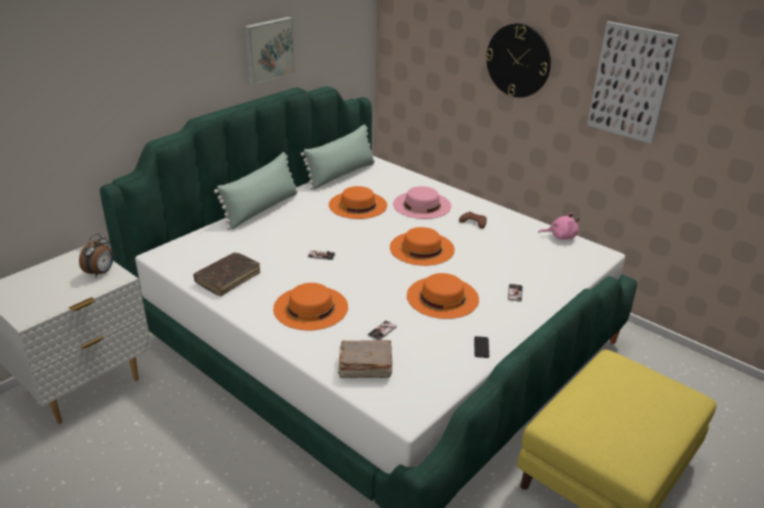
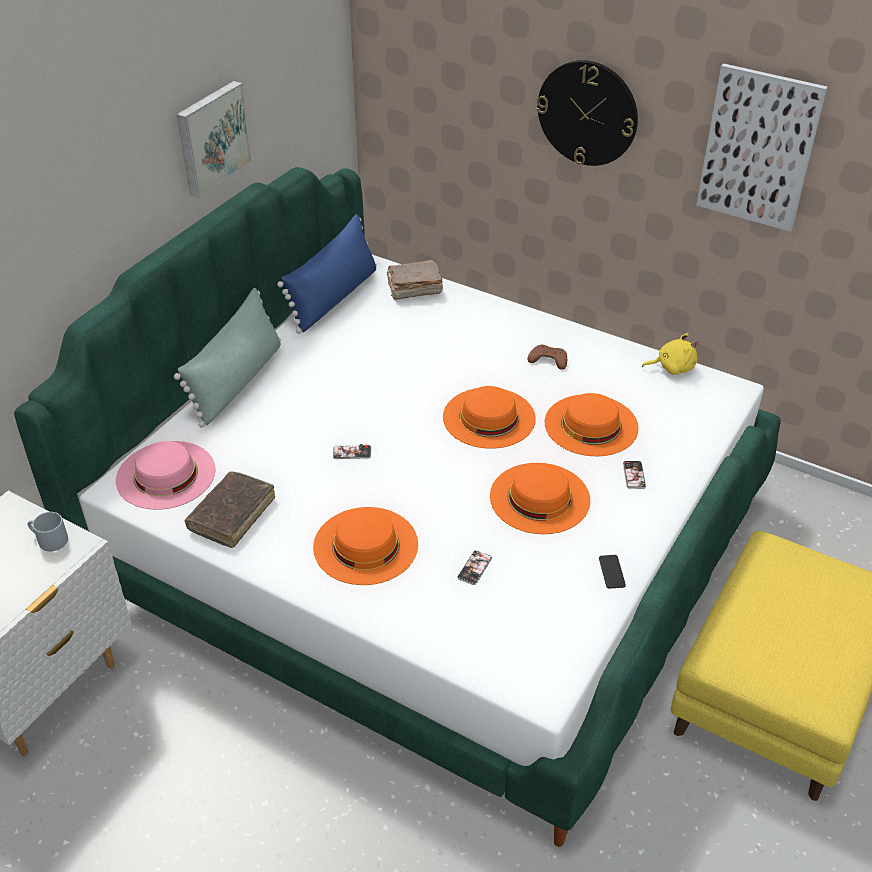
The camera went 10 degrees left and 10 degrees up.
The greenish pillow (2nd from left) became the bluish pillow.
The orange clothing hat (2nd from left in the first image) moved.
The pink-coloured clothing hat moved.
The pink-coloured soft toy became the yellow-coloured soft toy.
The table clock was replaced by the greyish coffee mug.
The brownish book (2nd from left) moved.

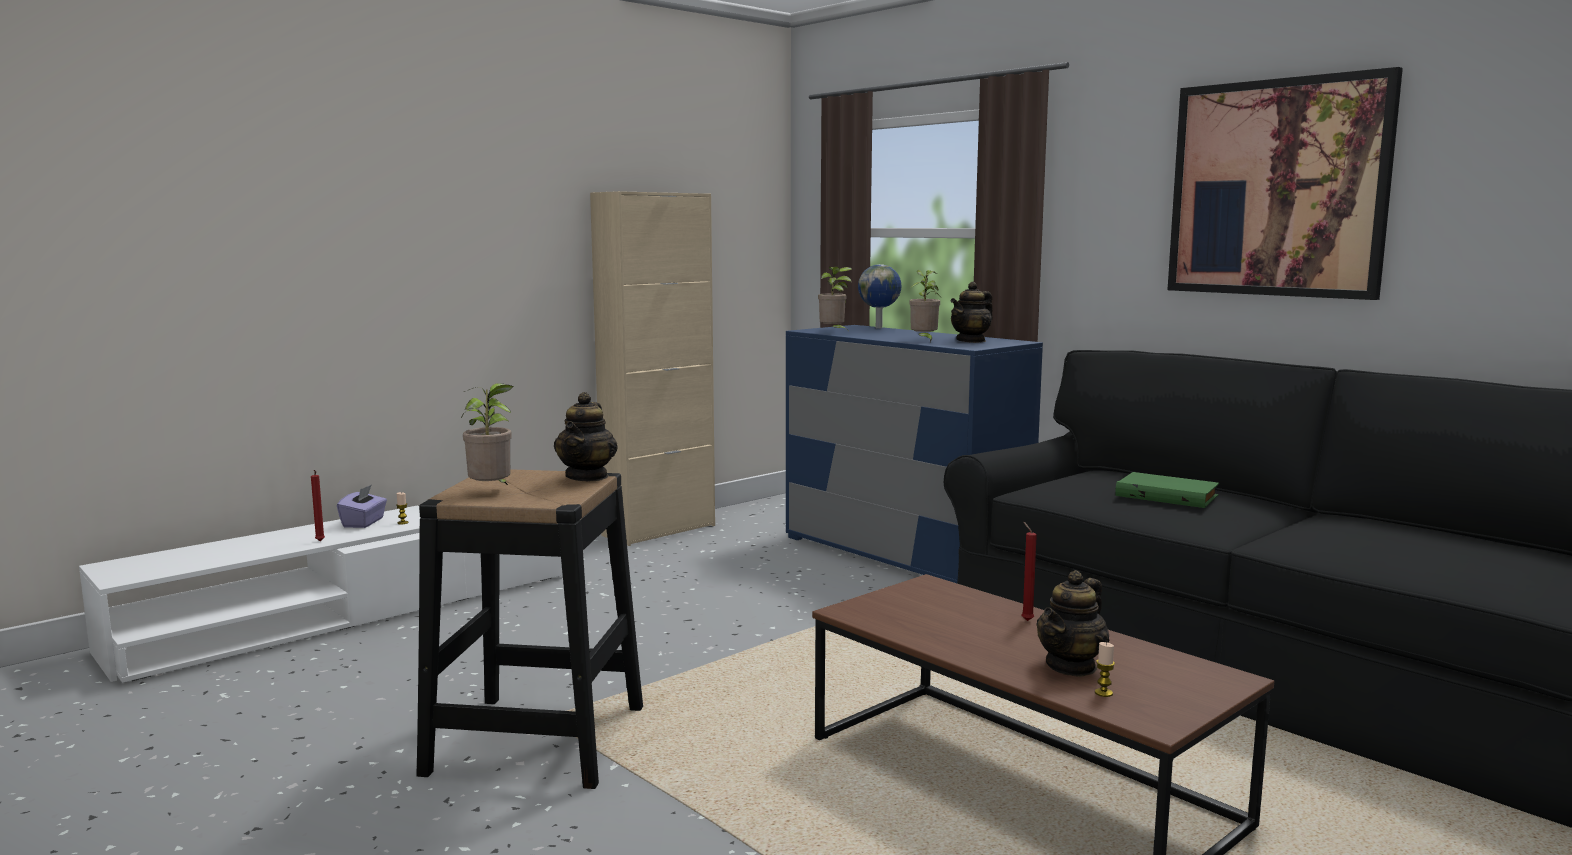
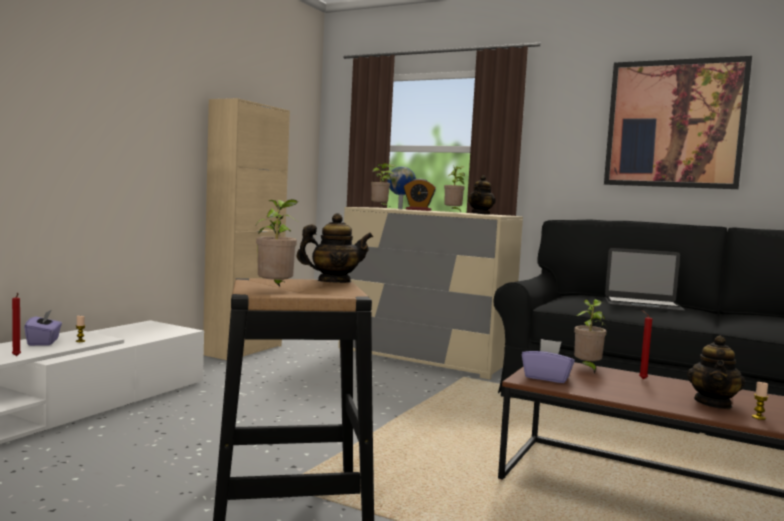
The camera went 20 degrees left and 5 degrees down.
The bluish drawer chest became the sand-coloured drawer chest.
The teapot (1st from left) turned 90 degrees counterclockwise.
The greenish book was replaced by the portable computer.
The table clock appeared.
The plant in a pot (4th from left) appeared.
The purple-coloured box of tissues (2nd from left) appeared.

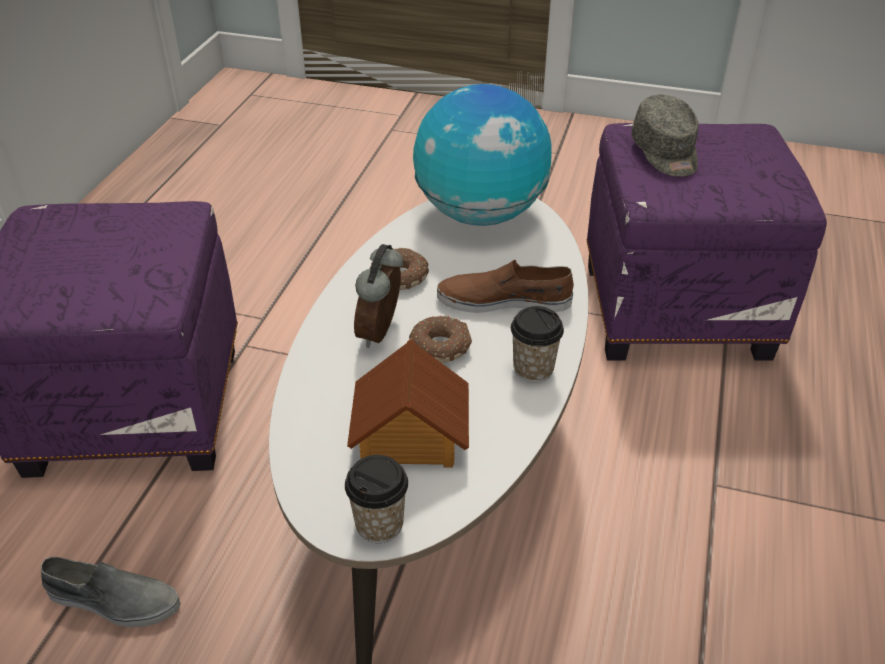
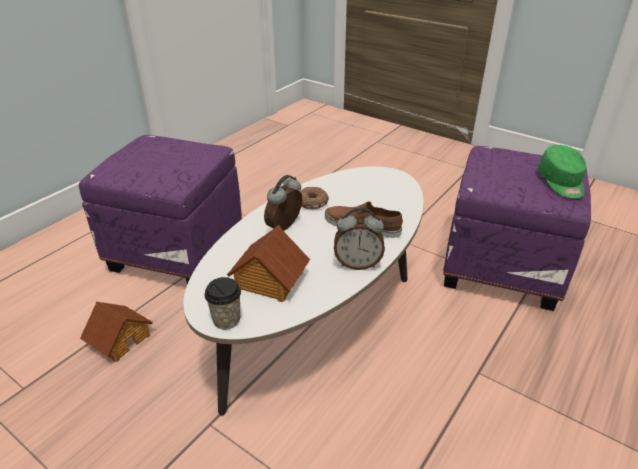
The camera went 20 degrees right and 5 degrees down.
The globe disappeared.
The greyish cap disappeared.
The cup (2nd from left) was replaced by the table clock (2nd from left).
The donut (2nd from left) disappeared.
The greyish item of footwear was replaced by the toy house (1st from left).
The greenish cap appeared.

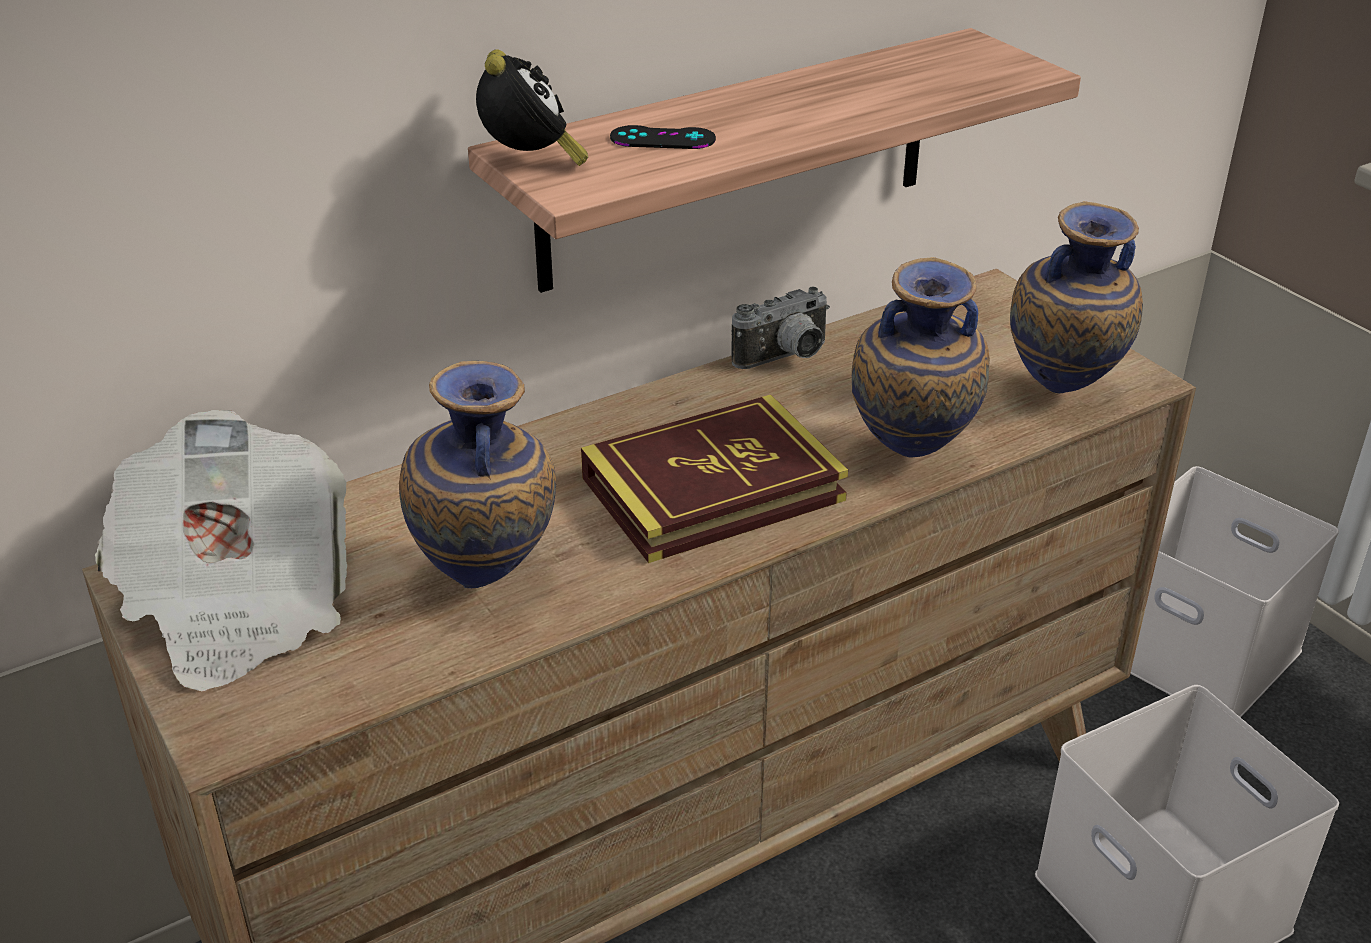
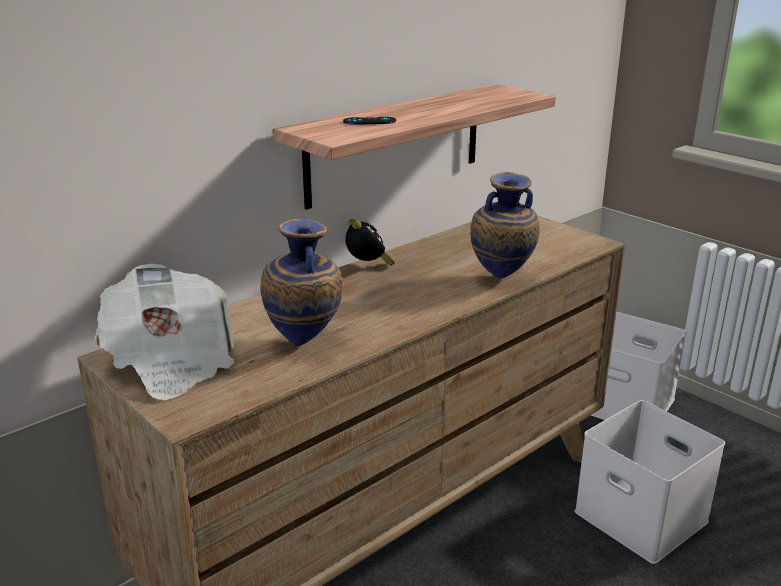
The camera went 10 degrees left and 10 degrees down.
The table clock moved.
The flower vase (3rd from left) disappeared.
The photo camera disappeared.
The book disappeared.

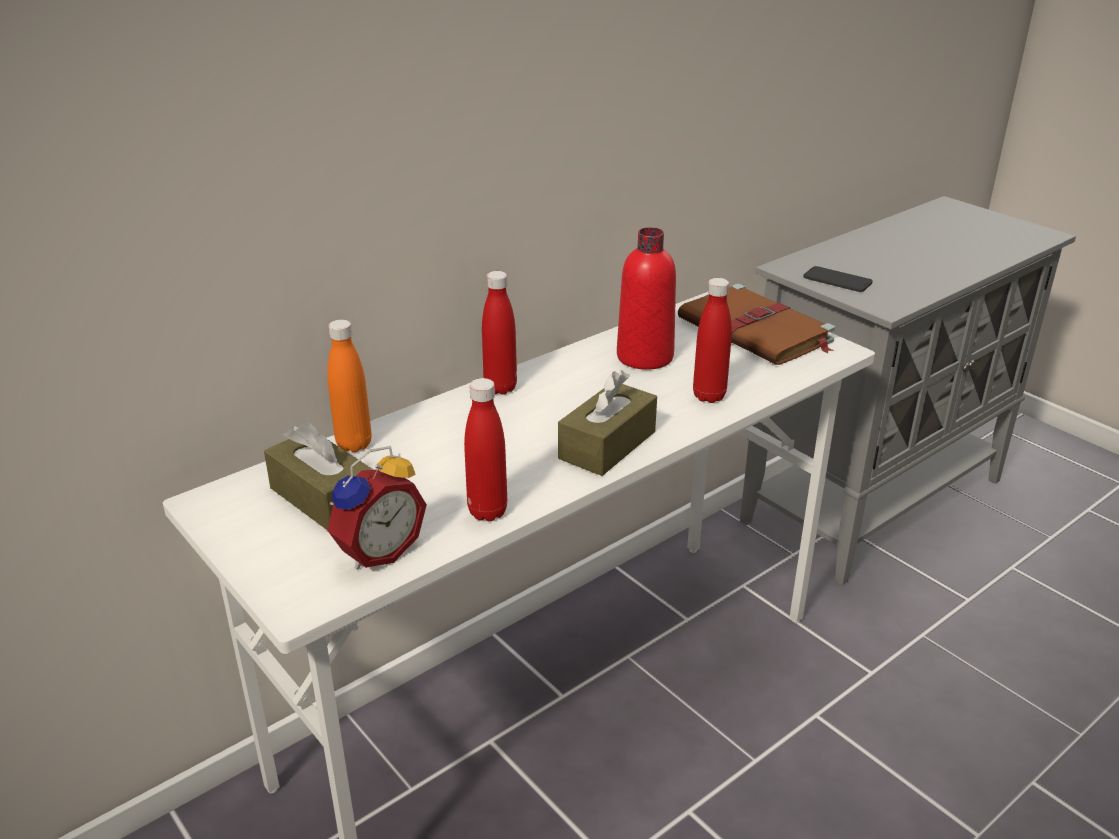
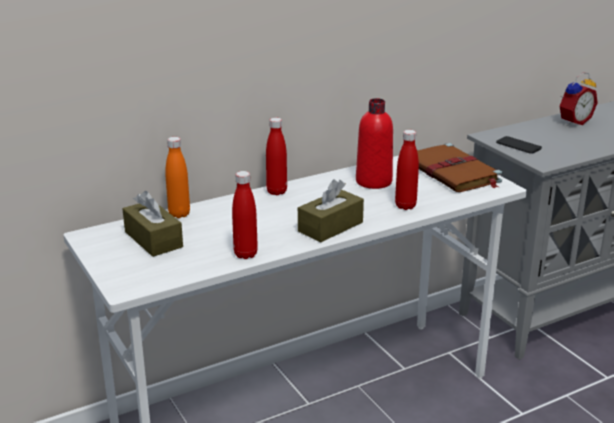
The camera went 10 degrees right and 5 degrees down.
The table clock moved.

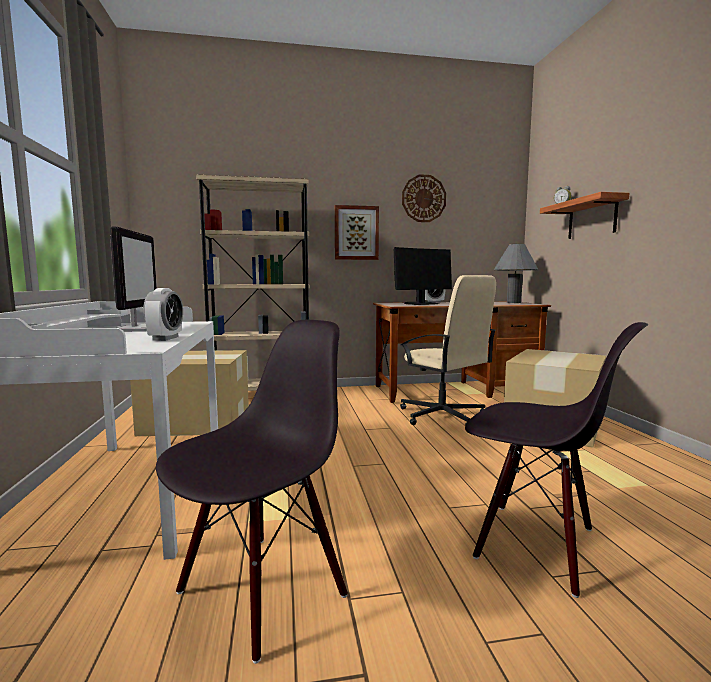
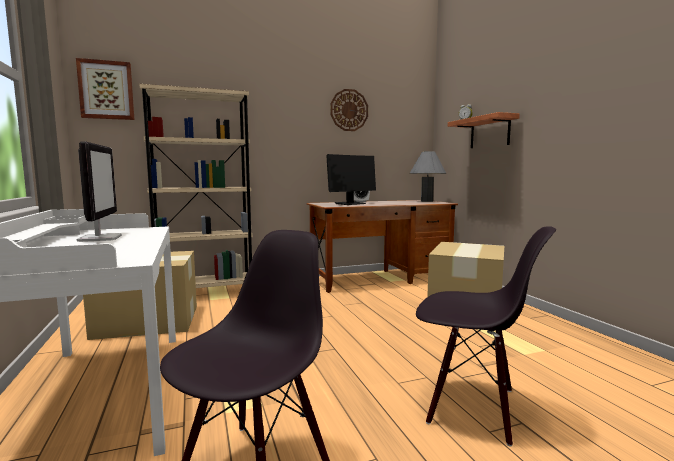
The camera went 10 degrees left and 0 degrees up.
The picture moved.
The sand-coloured computer chair disappeared.
The table clock (1st from left) disappeared.

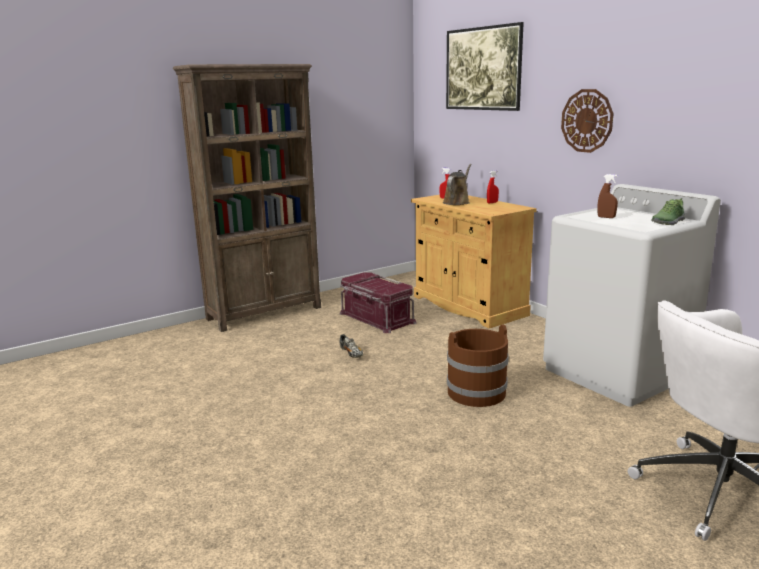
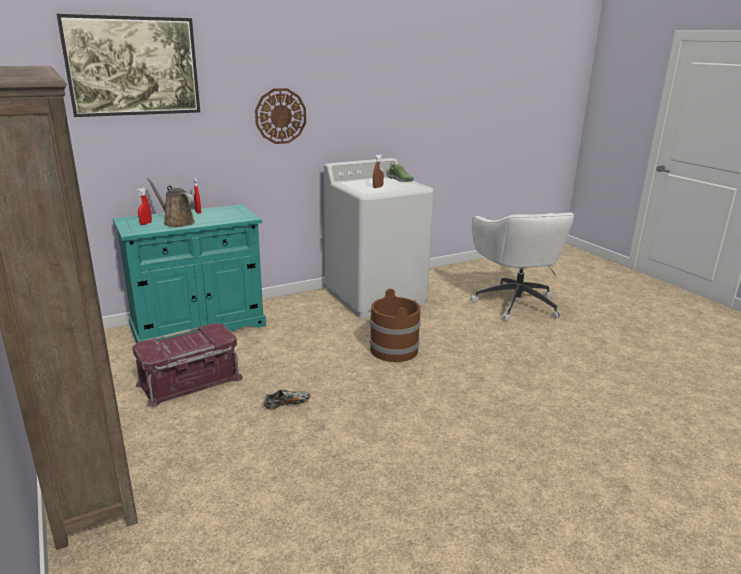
The camera went 85 degrees left and 5 degrees up.
The sand-coloured storage cabinet became the turquoise storage cabinet.

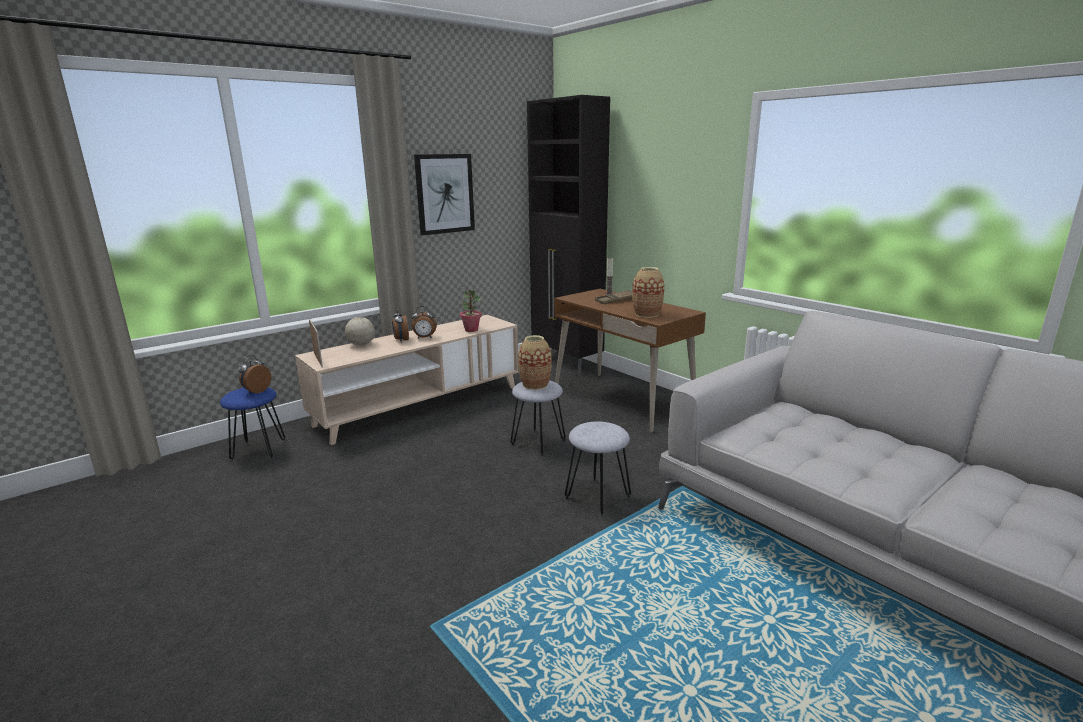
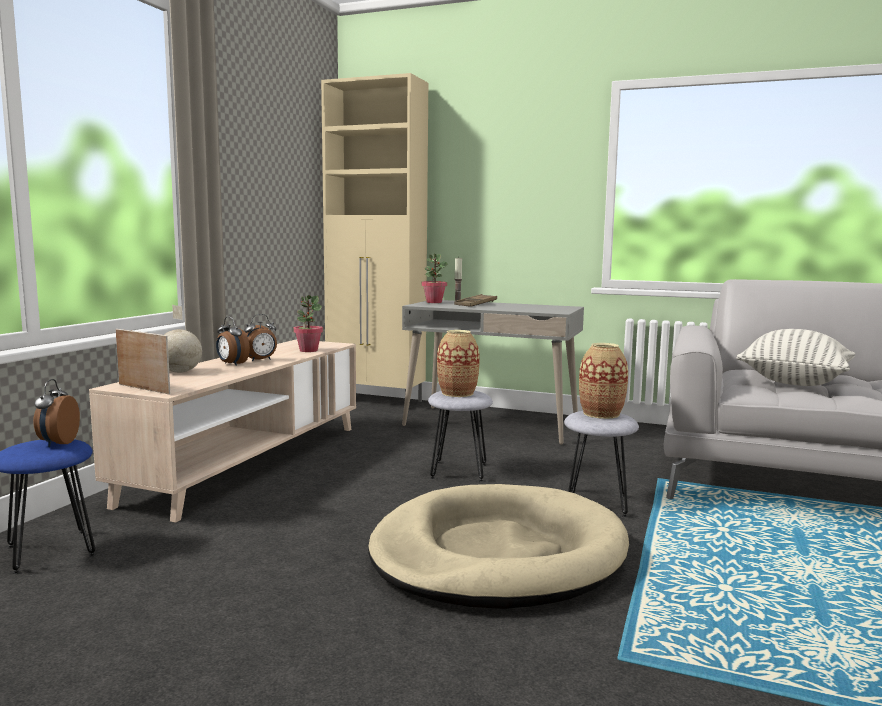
The camera went 30 degrees left and 10 degrees down.
The black storage cabinet became the sand-coloured storage cabinet.
The picture disappeared.
The flower vase (2nd from left) moved.
The brownish desk table became the greyish desk table.
The plant in a pot (2nd from left) appeared.
The pillow appeared.
The sand-coloured dog cushion appeared.

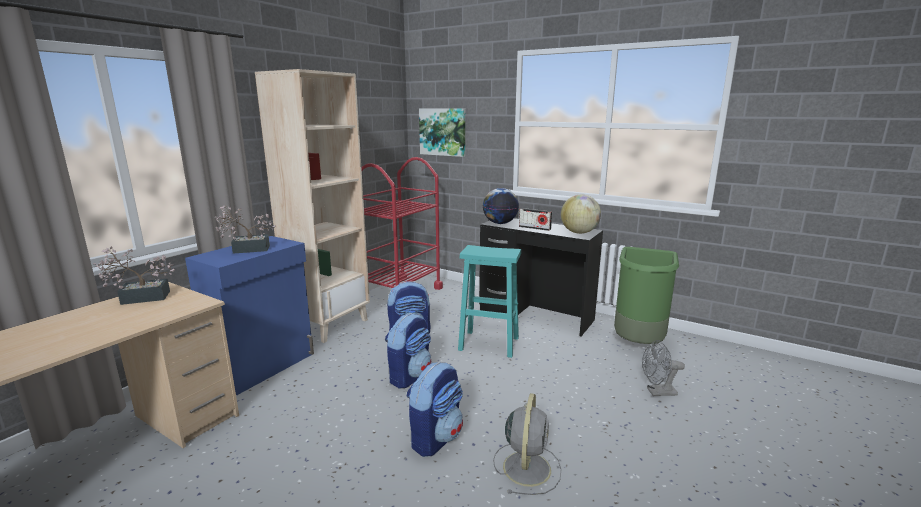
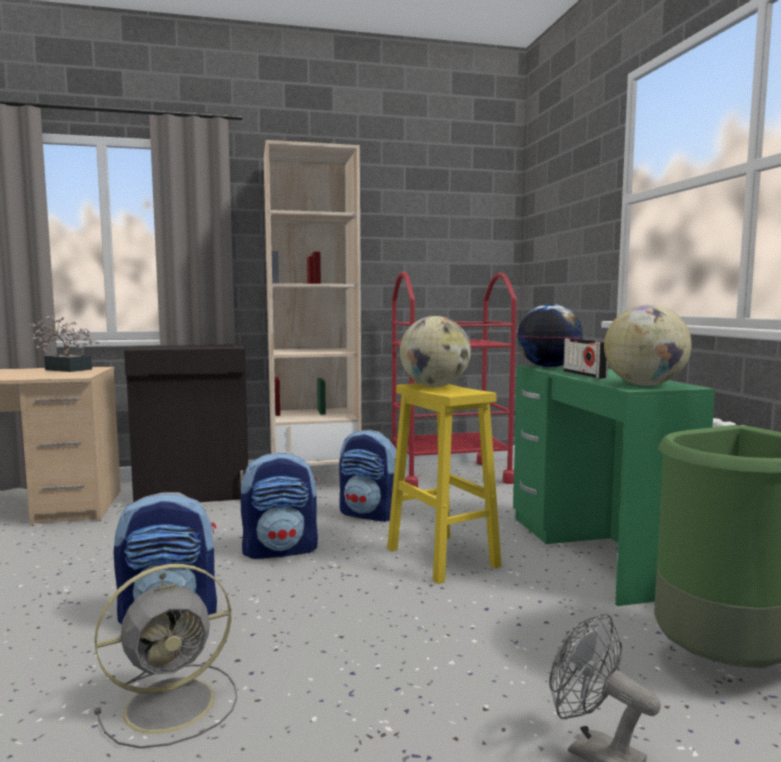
The camera went 45 degrees right and 10 degrees down.
The picture disappeared.
The plant in a pot (2nd from left) disappeared.
The black desk table became the greenish desk table.
The bluish storage cabinet became the black storage cabinet.
The turquoise stool seat became the yellow-coloured stool seat.
The globe (1st from left) appeared.

